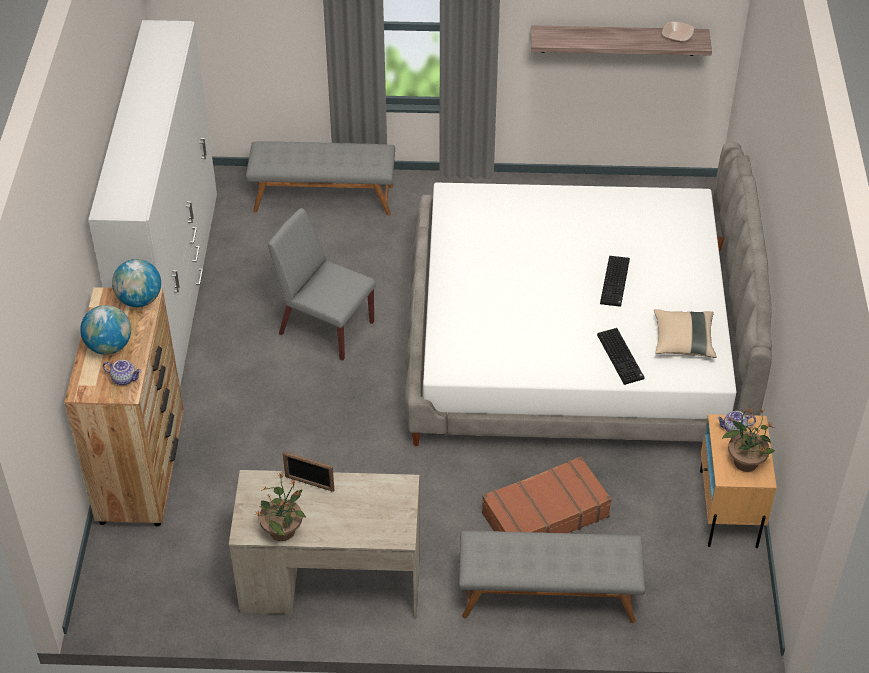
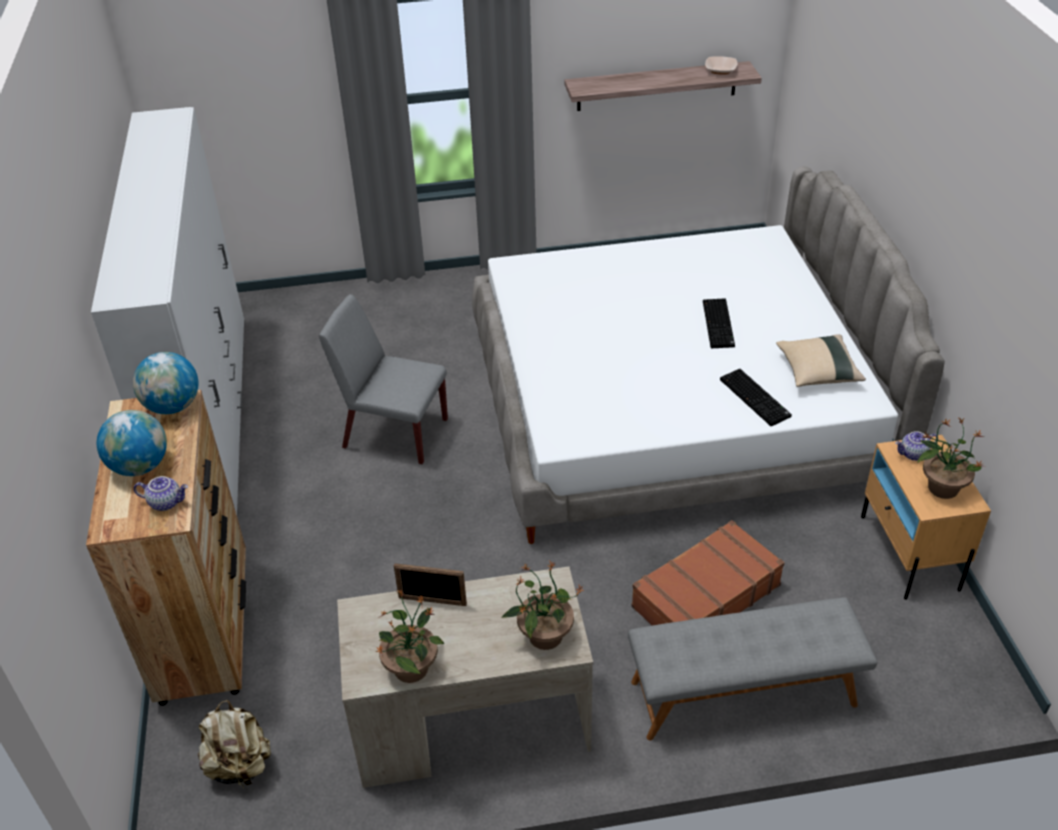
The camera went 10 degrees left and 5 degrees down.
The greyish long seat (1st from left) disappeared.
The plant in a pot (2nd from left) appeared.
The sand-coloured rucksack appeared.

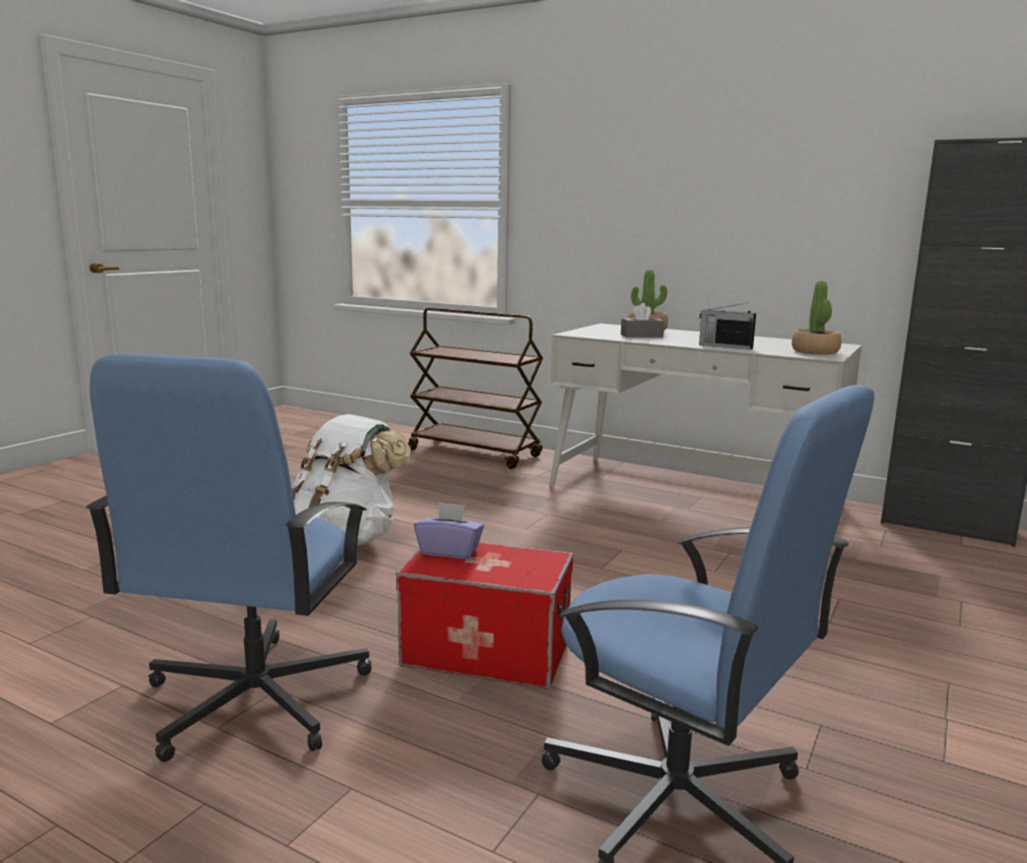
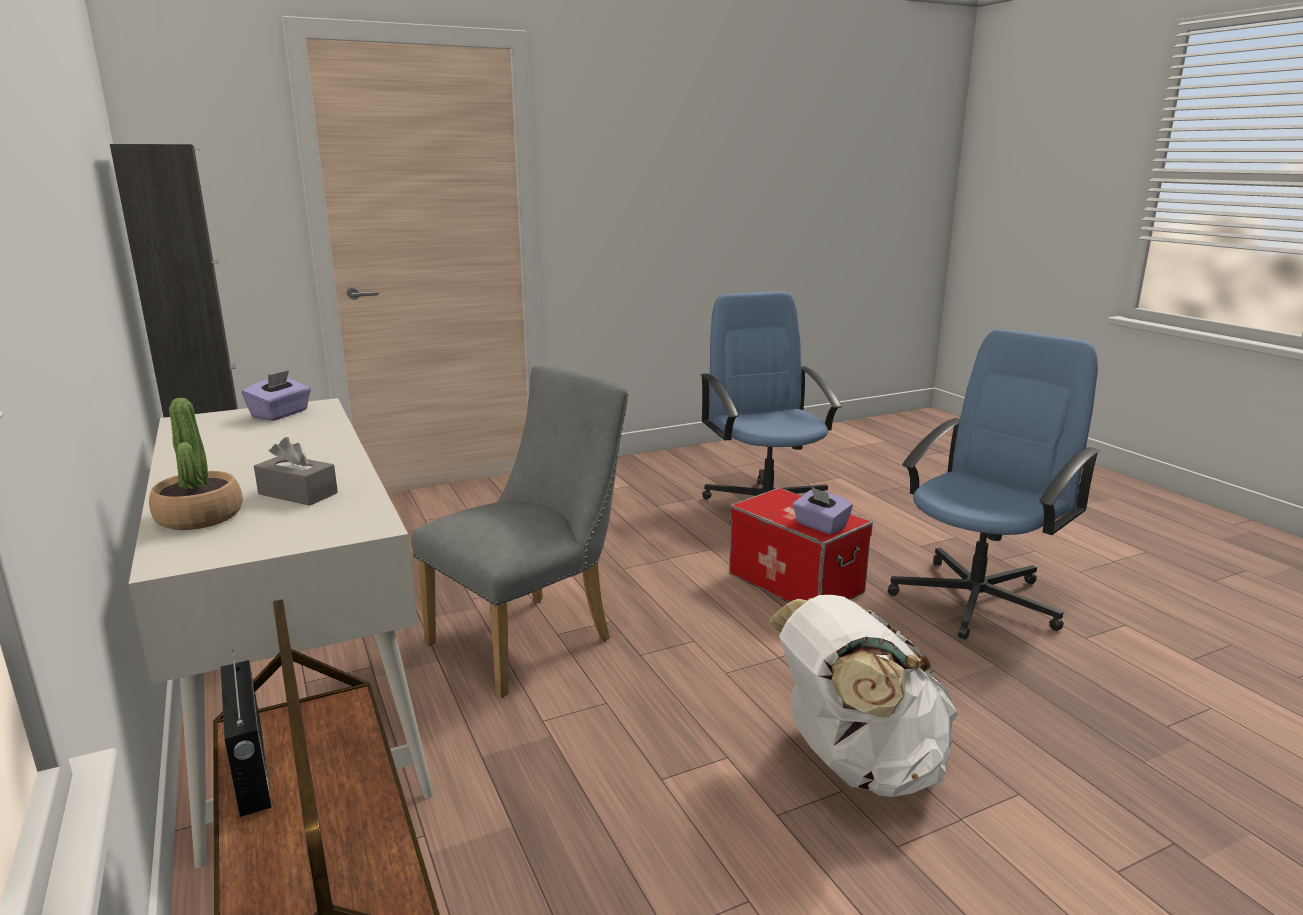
The camera went 145 degrees left and 5 degrees up.
The plant in a pot (2nd from left) was replaced by the purple-coloured box of tissues (1st from left).
The radio moved.
The greyish chair appeared.

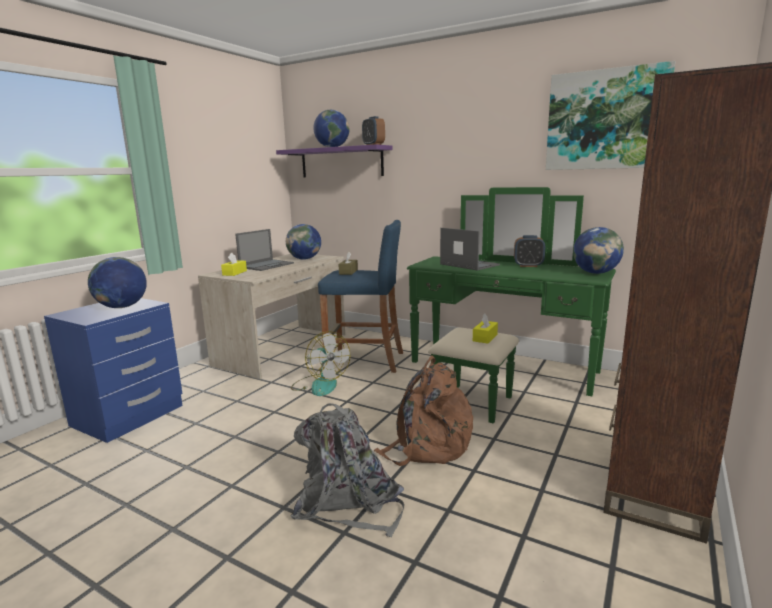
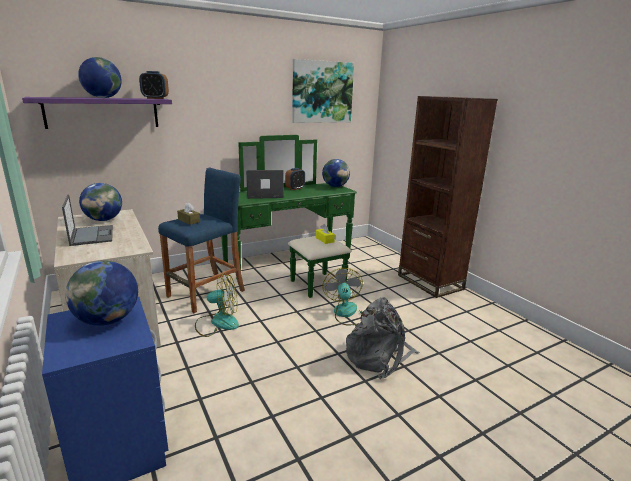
The camera went 60 degrees left and 5 degrees up.
The yellow-coloured box of tissues (1st from left) disappeared.
The brownish rucksack was replaced by the cooling fan (2nd from left).

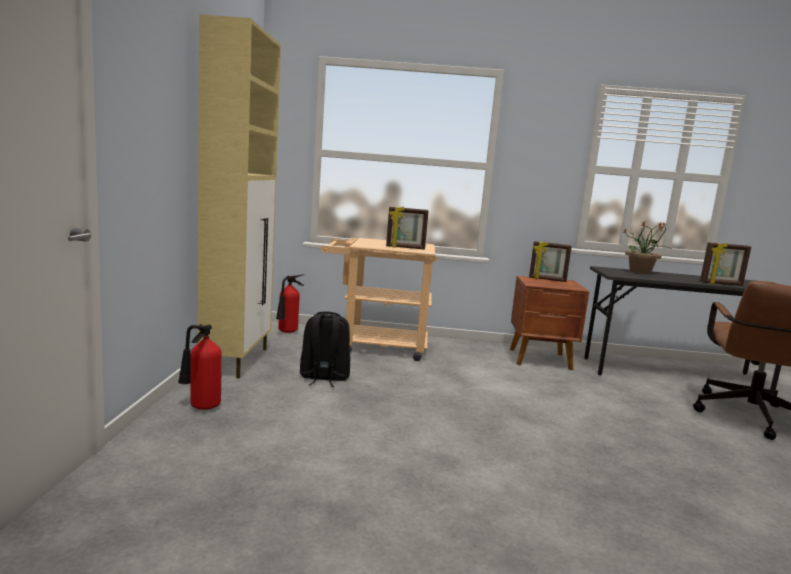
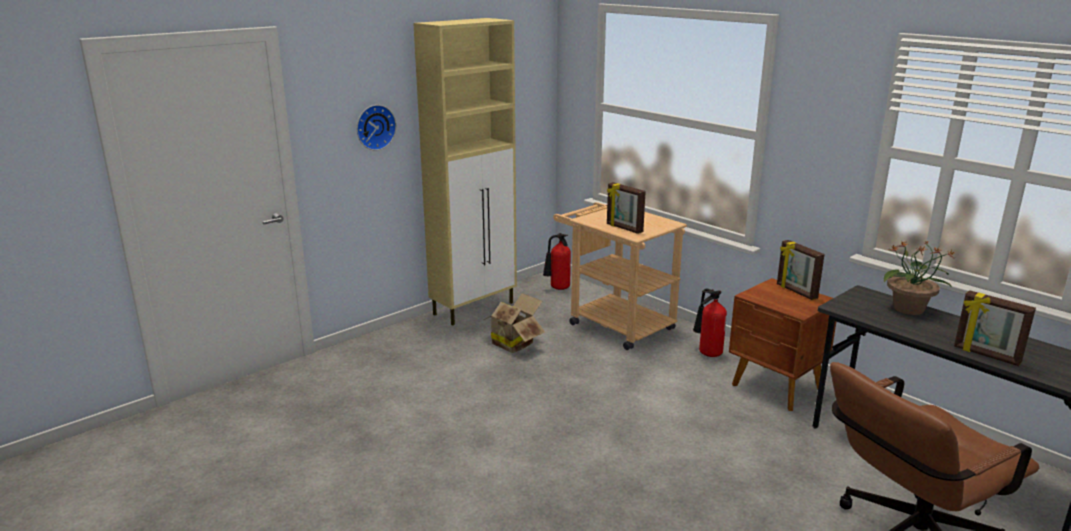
The camera went 45 degrees right and 10 degrees up.
The black rucksack was replaced by the carton.
The fire extinguisher (1st from left in the first image) moved.
The clock on the wall appeared.

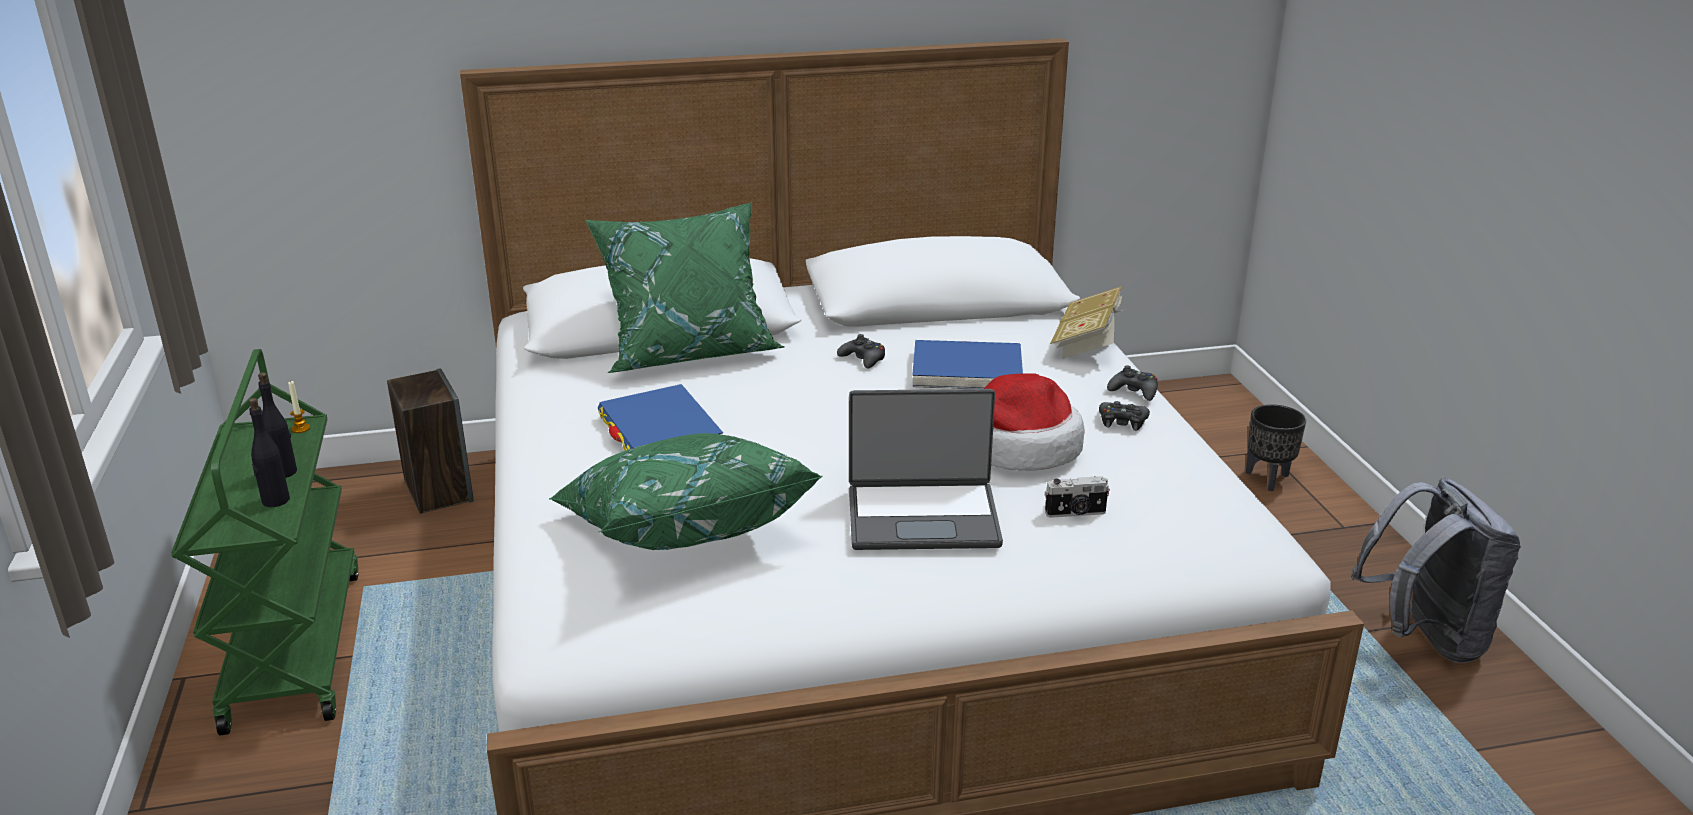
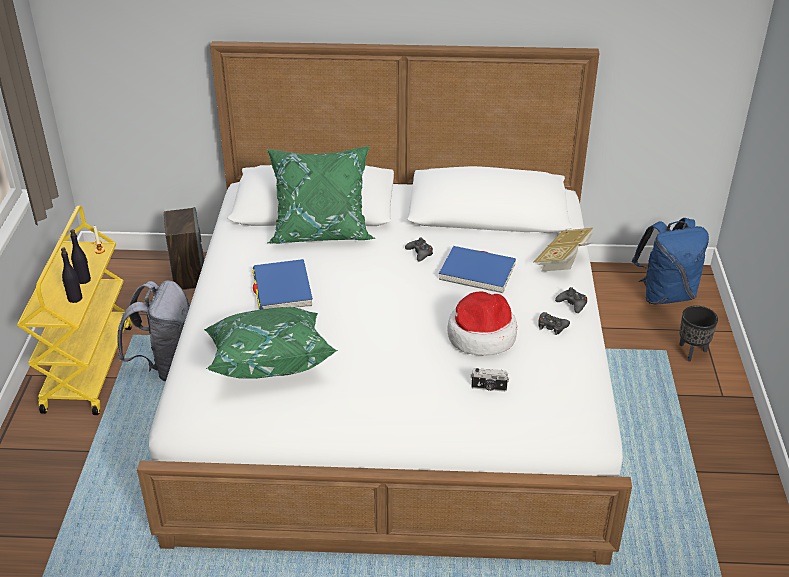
The camera went 15 degrees right and 10 degrees up.
The greenish cart became the yellow-coloured cart.
The portable computer disappeared.
The greyish rucksack moved.
The bluish rucksack appeared.

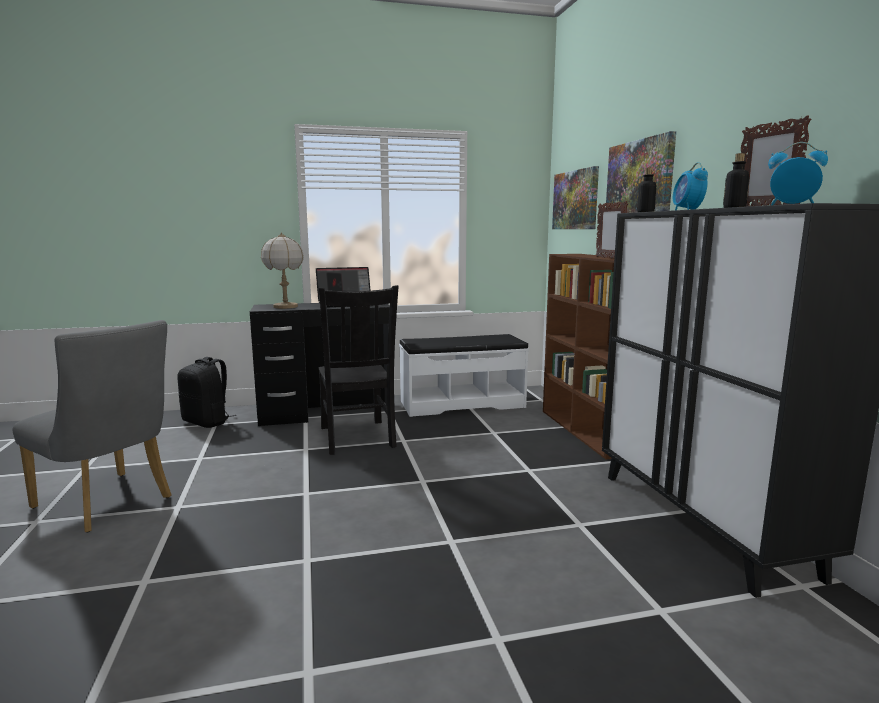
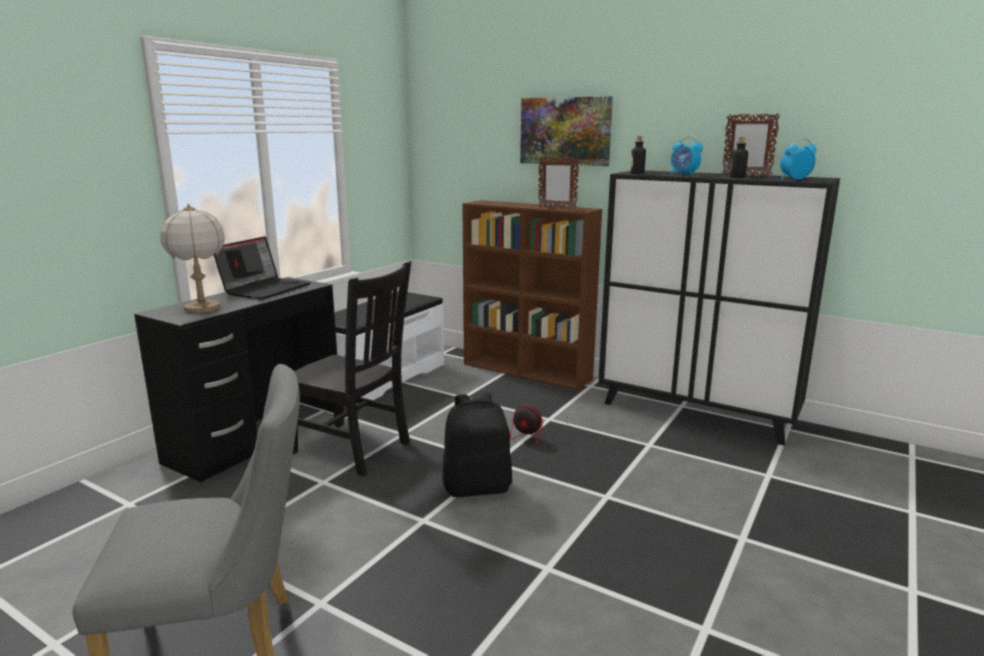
The camera went 45 degrees left and 5 degrees up.
The picture (1st from left) disappeared.
The black rucksack moved.
The cooling fan appeared.

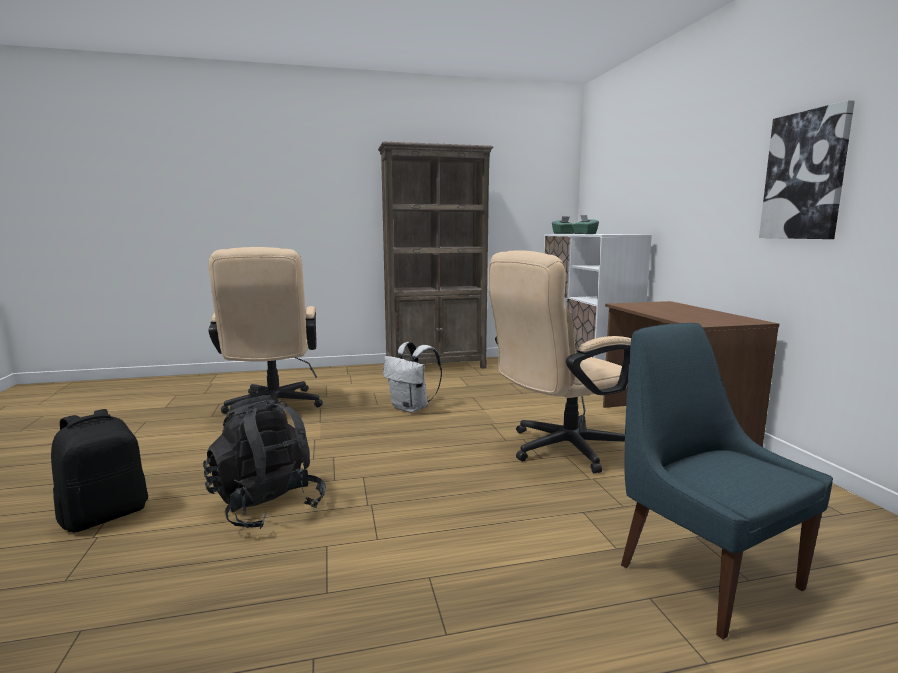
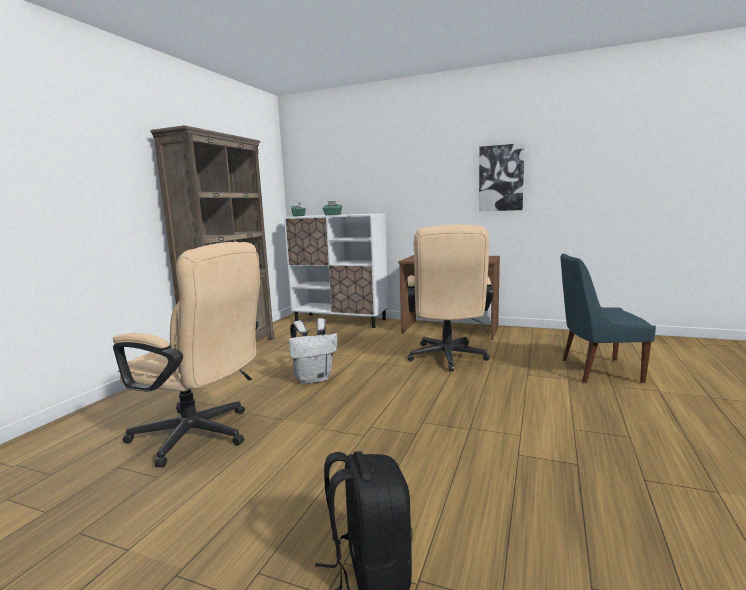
The camera went 55 degrees left and 0 degrees up.
The black rucksack (2nd from left) disappeared.

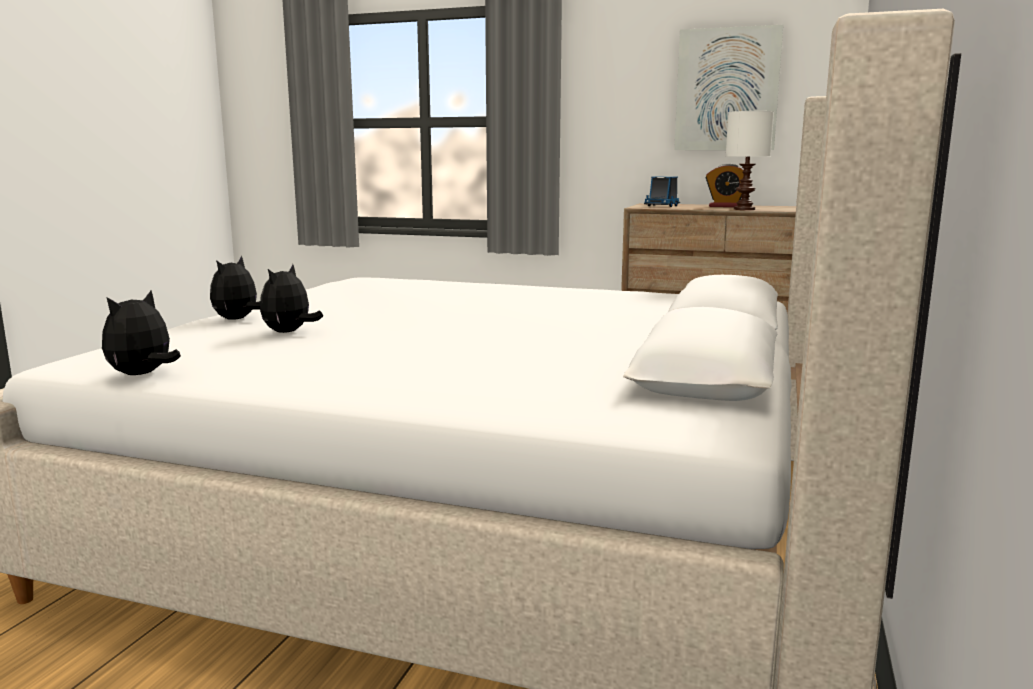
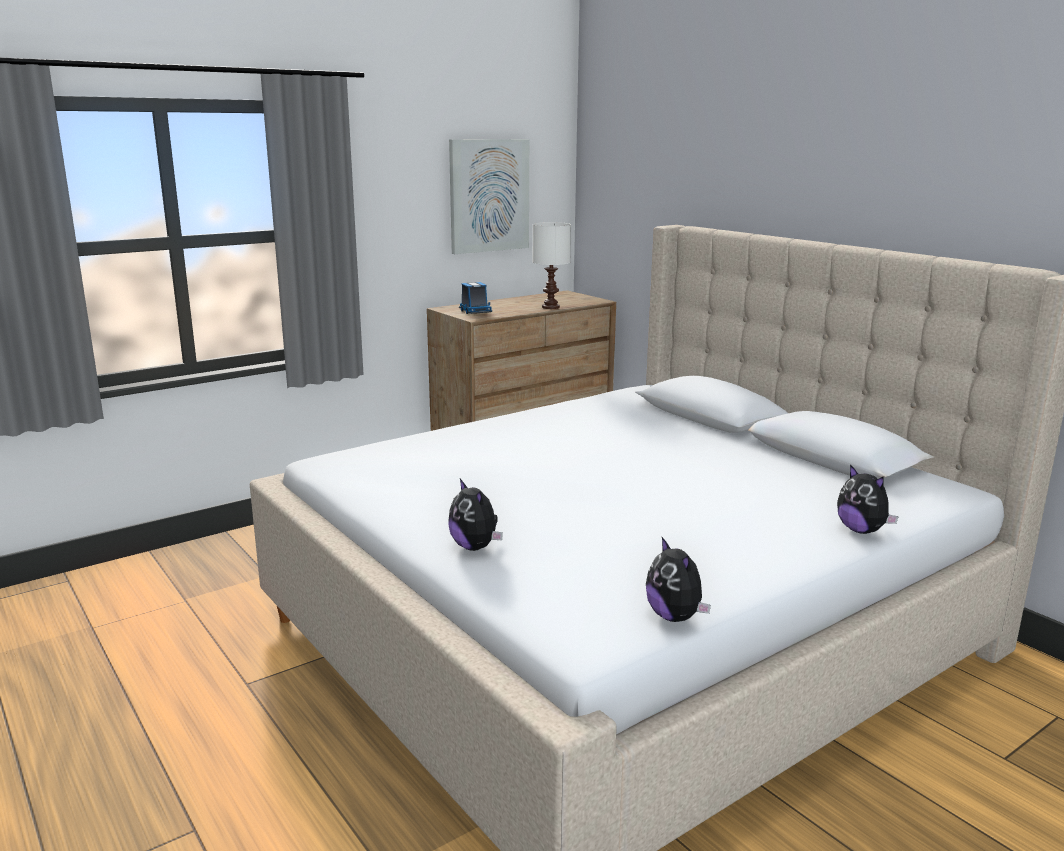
The camera went 55 degrees left and 5 degrees up.
The table clock disappeared.
The soft toy (3rd from left) moved.

